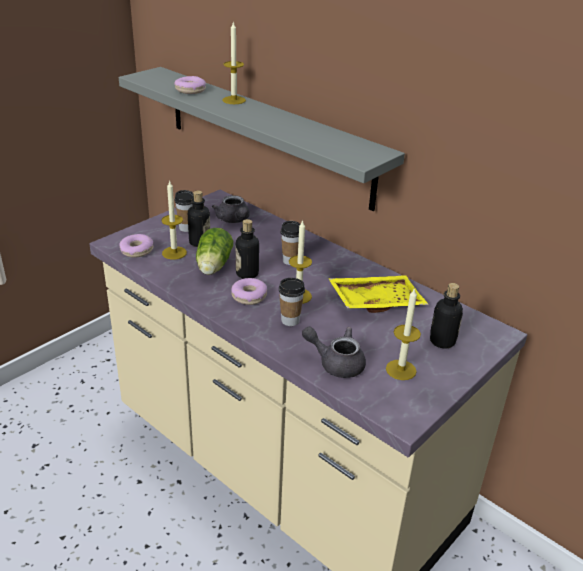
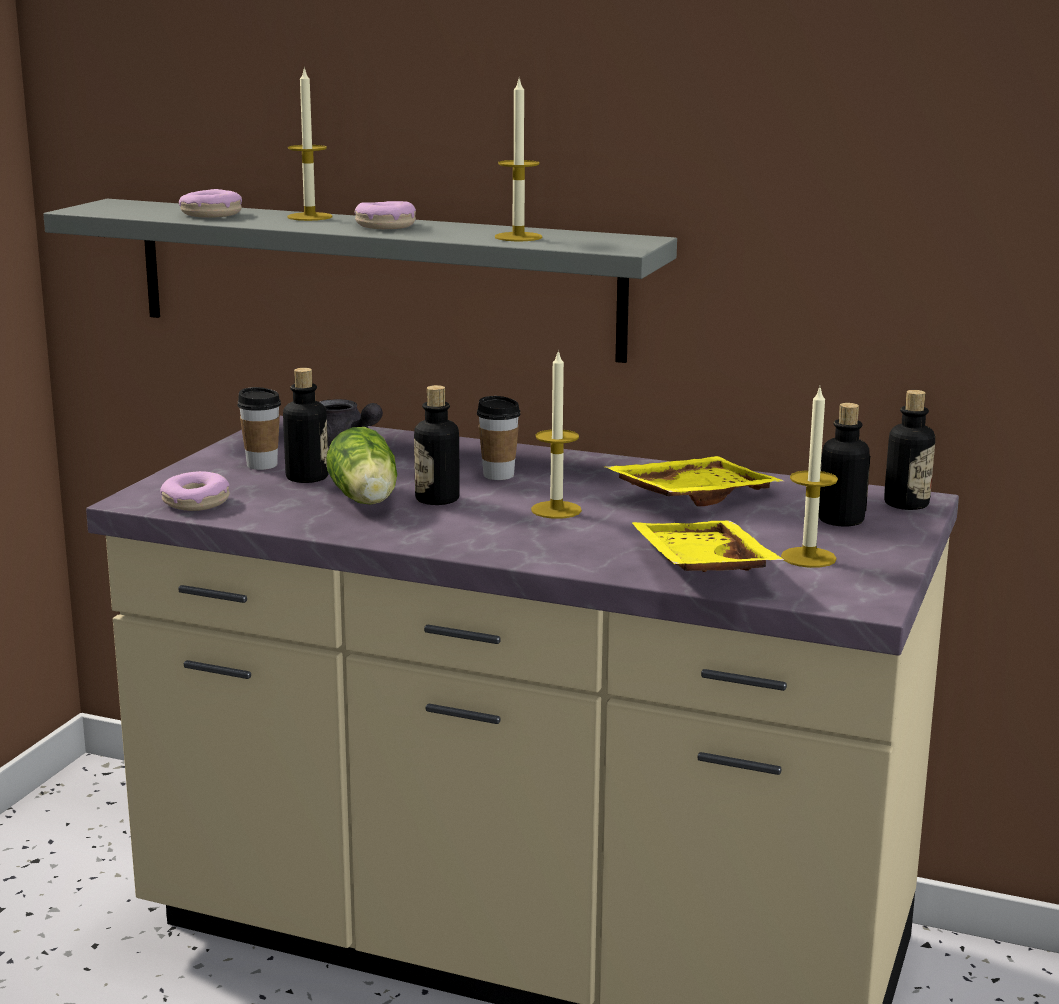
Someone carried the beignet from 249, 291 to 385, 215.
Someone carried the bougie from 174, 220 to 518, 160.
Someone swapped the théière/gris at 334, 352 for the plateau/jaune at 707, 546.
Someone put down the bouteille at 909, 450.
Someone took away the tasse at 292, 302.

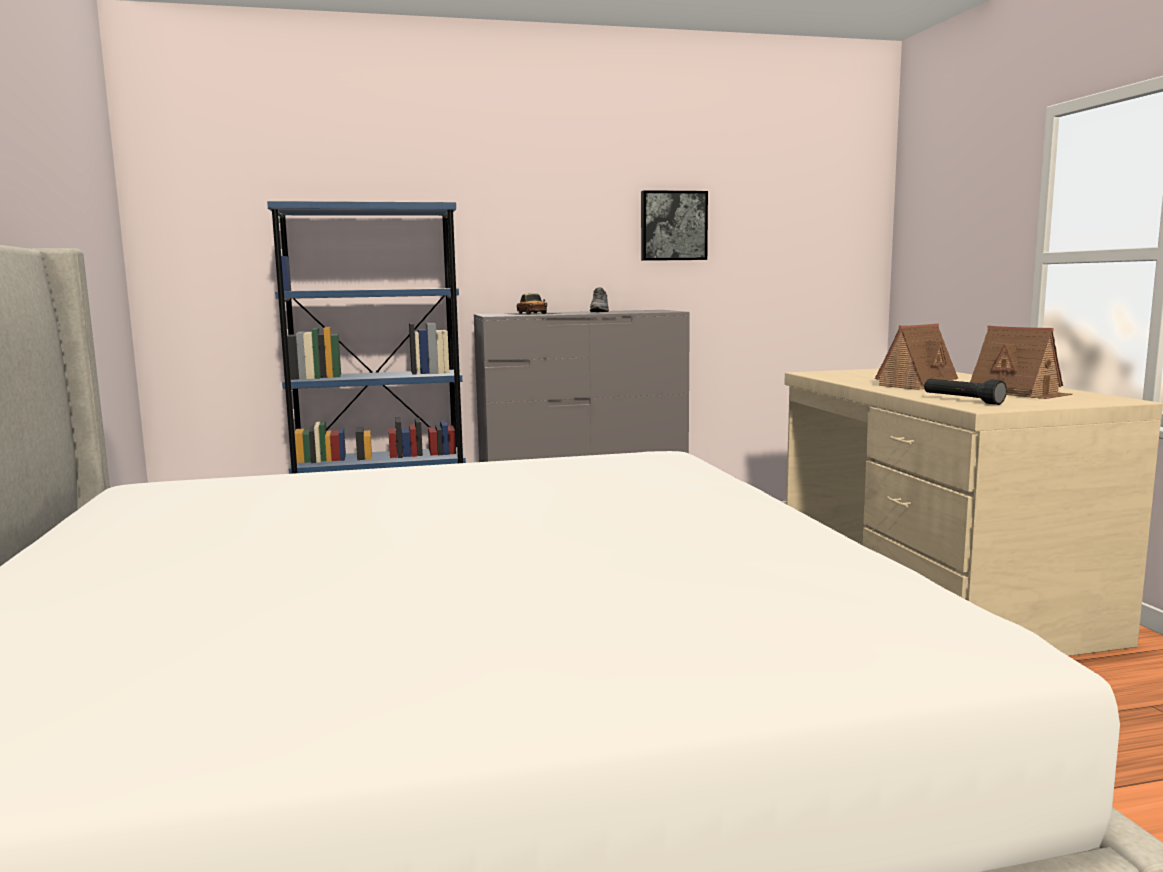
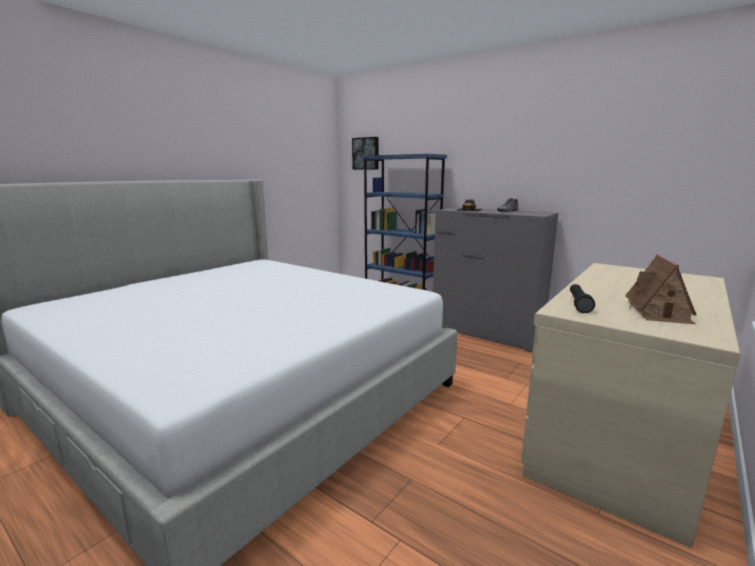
Someone carried the tableau from 674, 225 to 365, 153.
Someone took away the maison miniature at 916, 356.

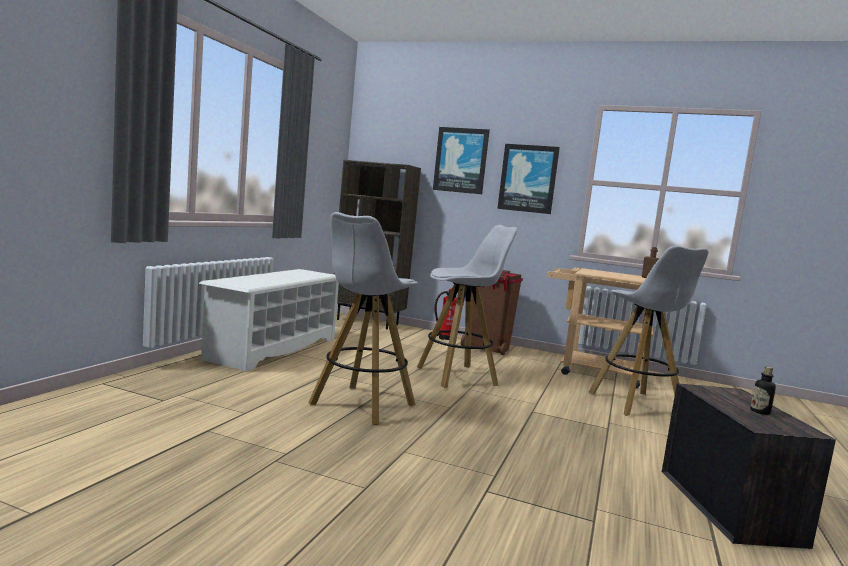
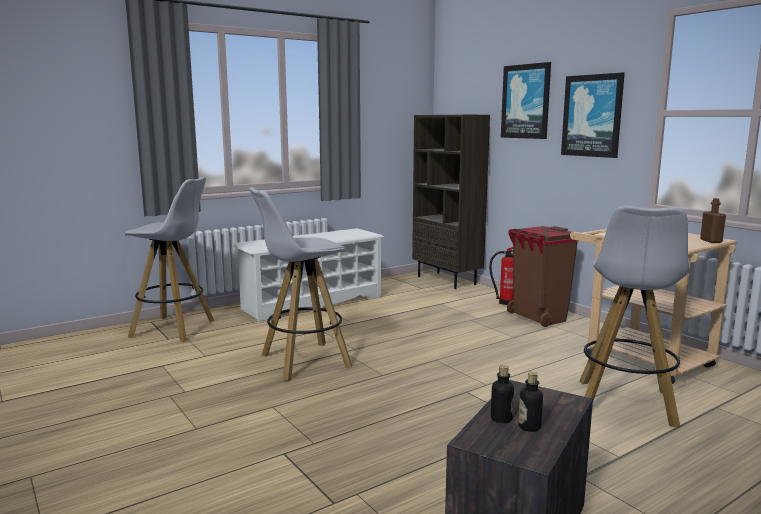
Someone carried the tabouret/blanc from 467, 306 to 169, 259.
Someone put down the bouteille at 502, 394.

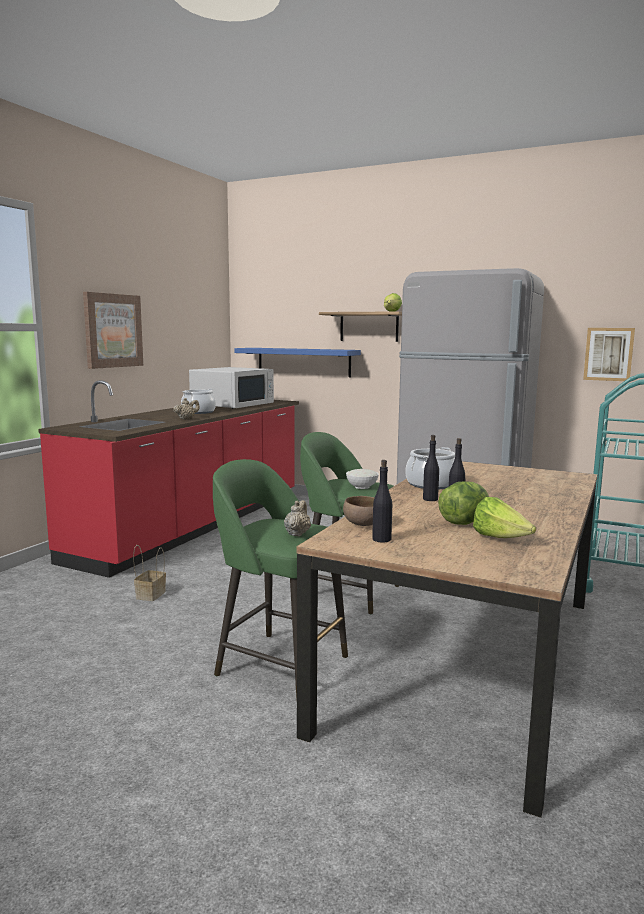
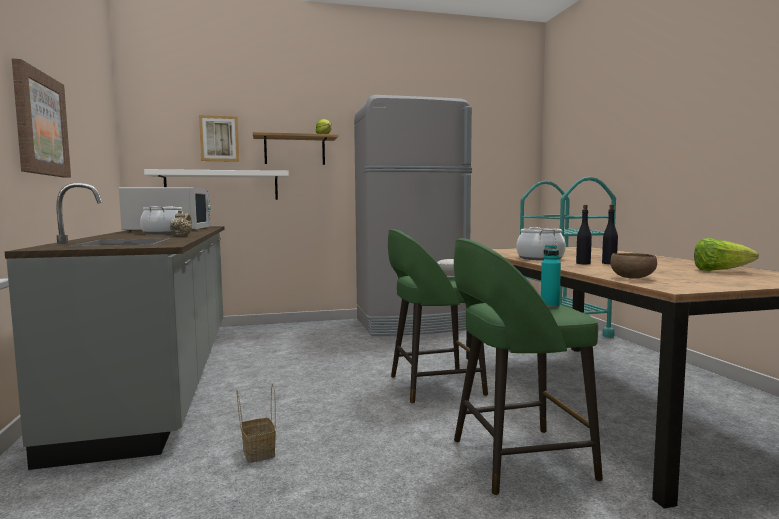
Someone repainted the comptoir de cuisine/rouge at 168, 479, which became the comptoir de cuisine/gris at 115, 326.
Someone repainted the étagère/bleu at 298, 362, which became the étagère/blanc at 216, 184.
Someone carried the tableau from 609, 354 to 219, 138.
Someone swapped the théière/beige at 297, 518 for the bouteille/turquoise at 551, 276.
Someone took away the bouteille/noir at 382, 501.
Someone took away the laitue at 463, 503.

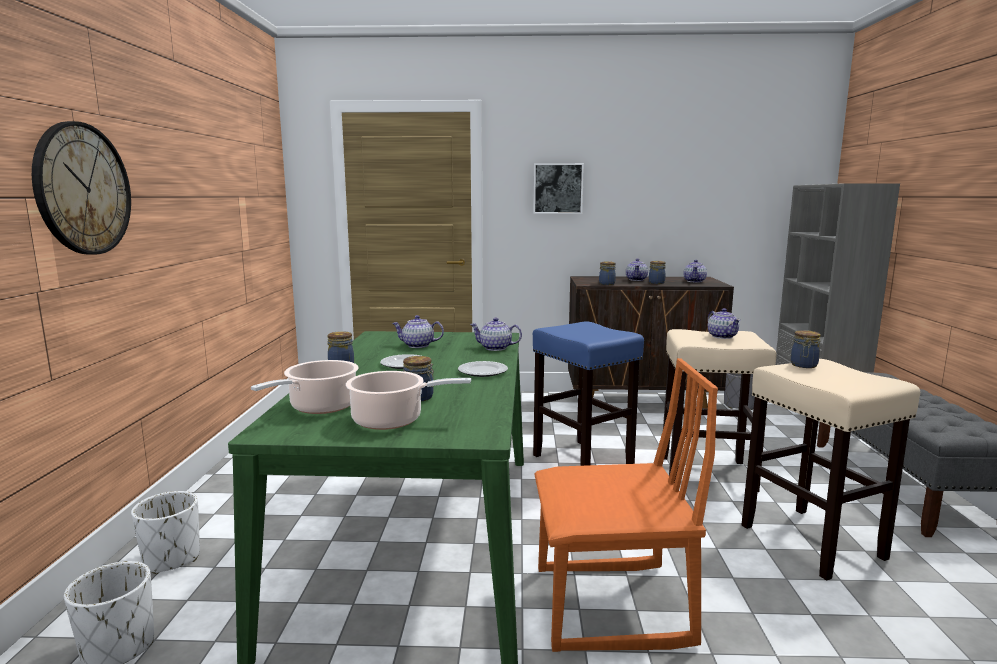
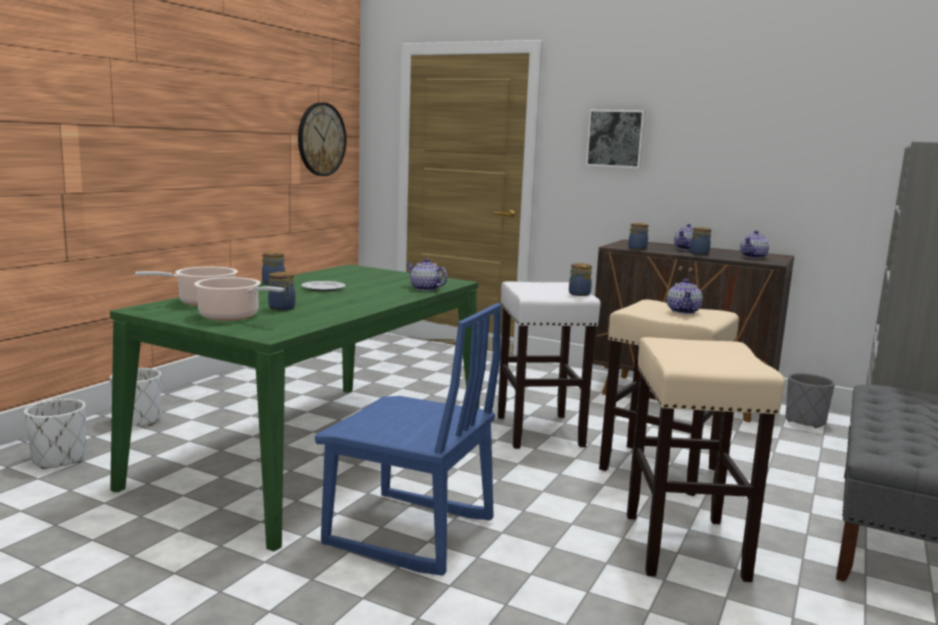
Someone carried the horloge murale from 81, 188 to 322, 139.
Someone repainted the chaise/orange at 626, 505, which became the chaise/bleu at 408, 439.
Someone repainted the tabouret/bleu at 588, 393, which became the tabouret/blanc at 549, 365.
Someone carried the bocal from 806, 349 to 580, 279.
Someone took away the théière at 418, 331.
Someone took away the assiette at 483, 369.

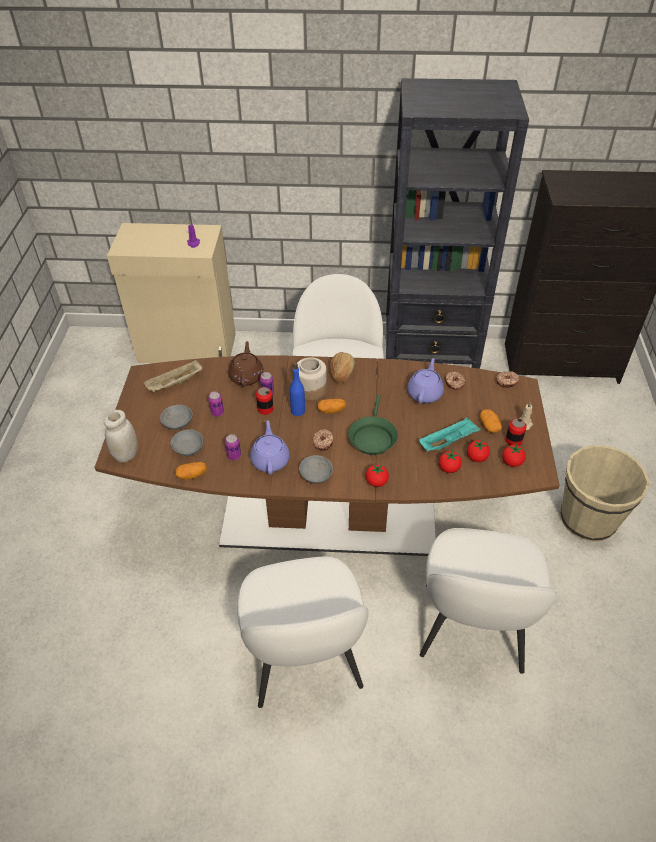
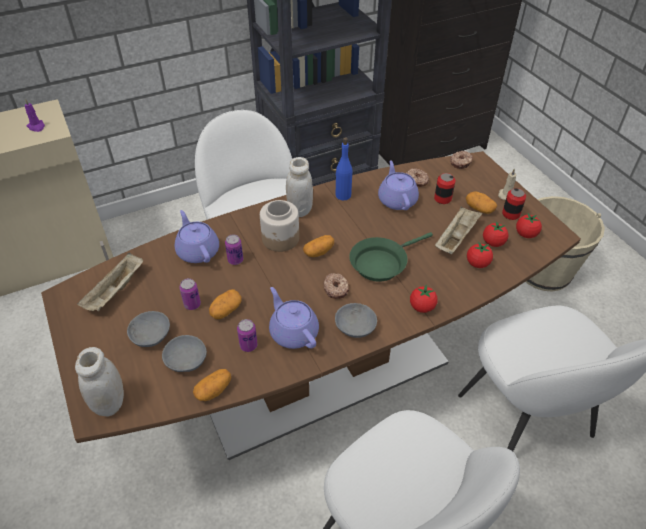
Someone repainted the théière/marron at 246, 364, which became the théière/violet at 197, 236.
Someone put down the pomme de terre at 225, 304.
Someone swapped the pain at 342, 367 for the bocal/blanc at 299, 187.
Someone carried the bouteille/bleu from 297, 389 to 343, 169.
Someone rotated the poêle/vert at 373, 425 by 75 degrees clockwise.
Someone carried the boîte métallique from 265, 401 to 445, 188.
Someone repainted the plateau/turquoise at 450, 434, which became the plateau/beige at 458, 230.

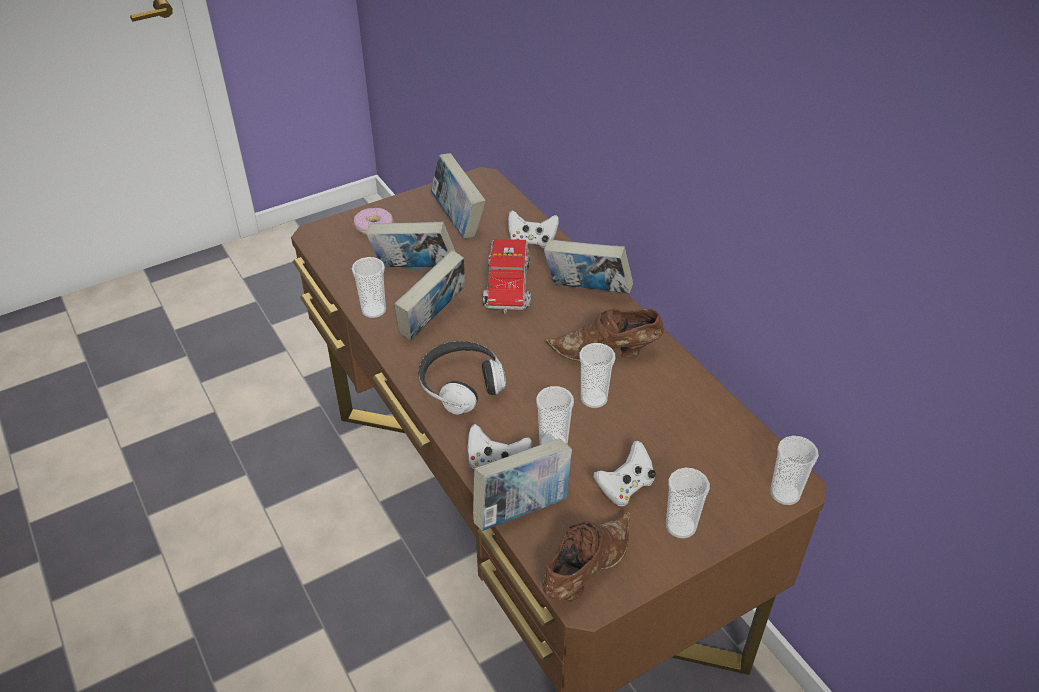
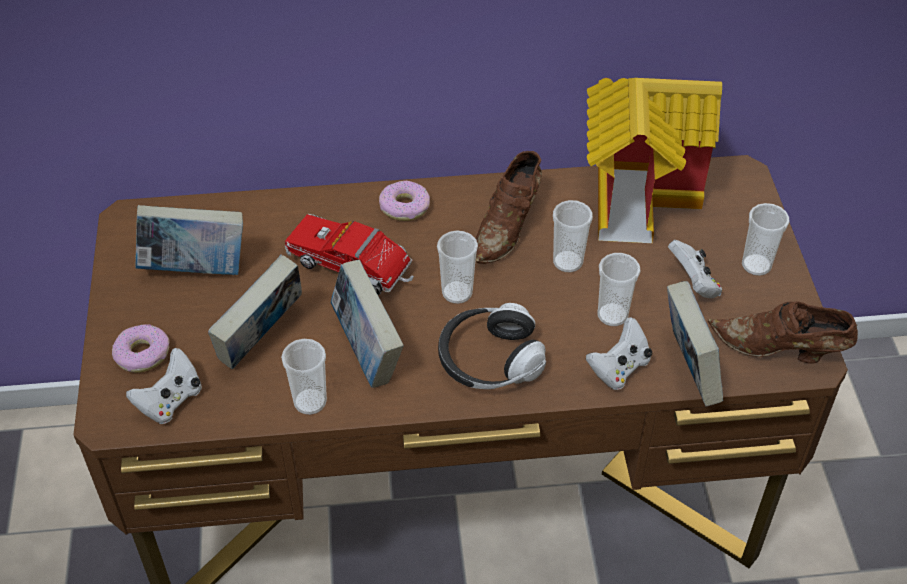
Someone carried the manette/blanc from 533, 229 to 164, 386.
Someone swapped the livre at 588, 266 for the beignet at 404, 201.
Someone carried the tasse from 794, 470 to 457, 267.
Someone put down the maison miniature at 654, 160.
Someone rotated the chaussure/marron at 587, 556 by 45 degrees counterclockwise.

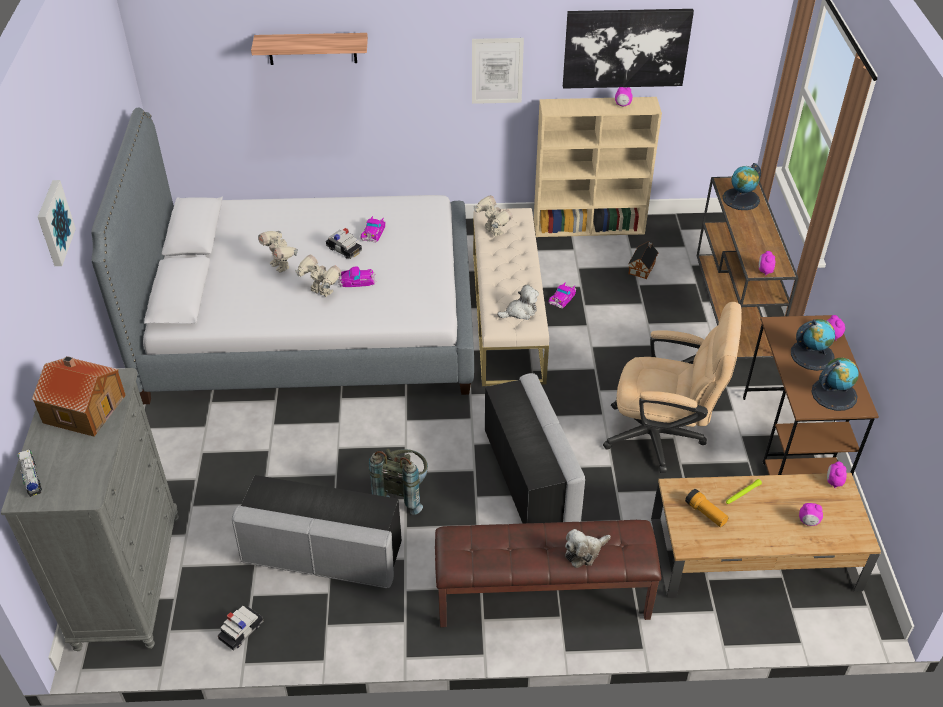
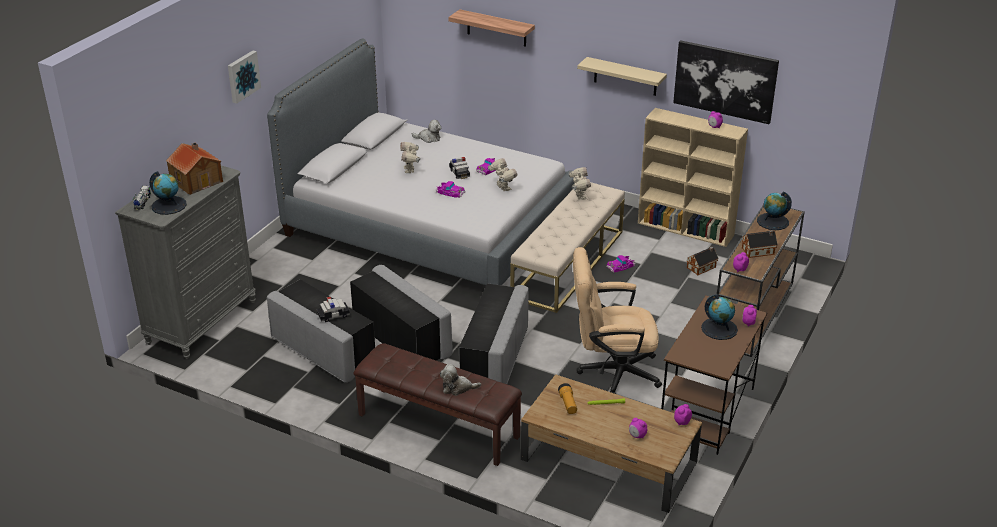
Someone carried the globe from 835, 384 to 168, 193.
Someone carried the petite voiture from 240, 628 to 333, 309.
Someone swapped the sac à dos/gris at 398, 481 for the pouf/gris at 401, 313.
Someone carried the peluche from 518, 302 to 427, 131.
Someone carried the robot jouet from 318, 276 to 502, 174.
Someone rotated the chaise de bureau/beige at 672, 387 by 135 degrees clockwise.
Someone swapped the tableau at 498, 71 for the étagère/beige at 622, 76.
Someone put down the maison miniature at 760, 244.

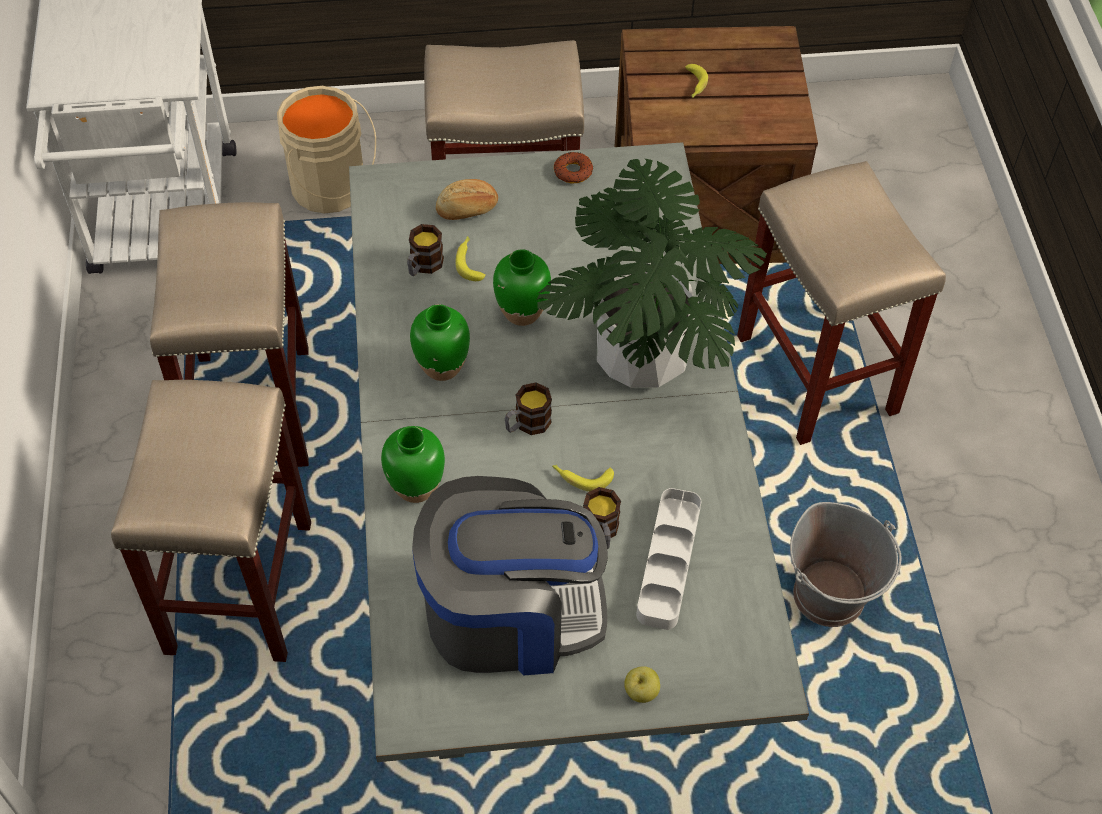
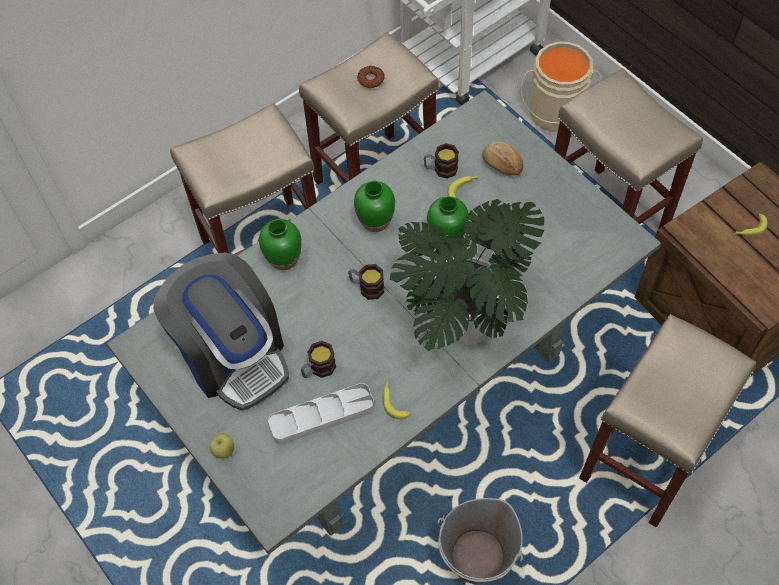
Someone carried the beignet from 573, 168 to 371, 77.
Someone carried the banane from 583, 478 to 396, 399.

